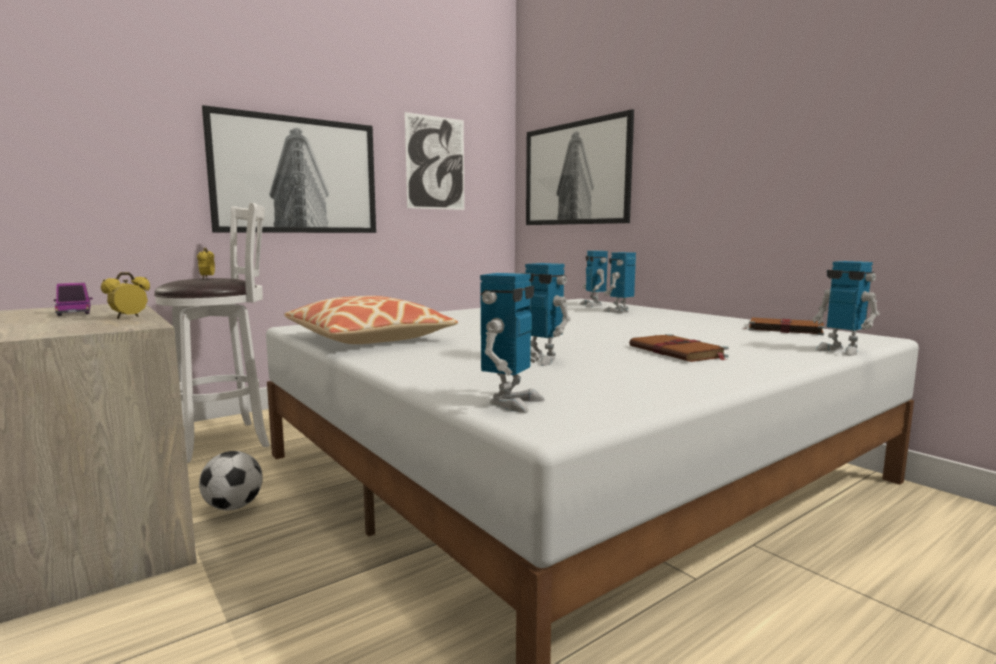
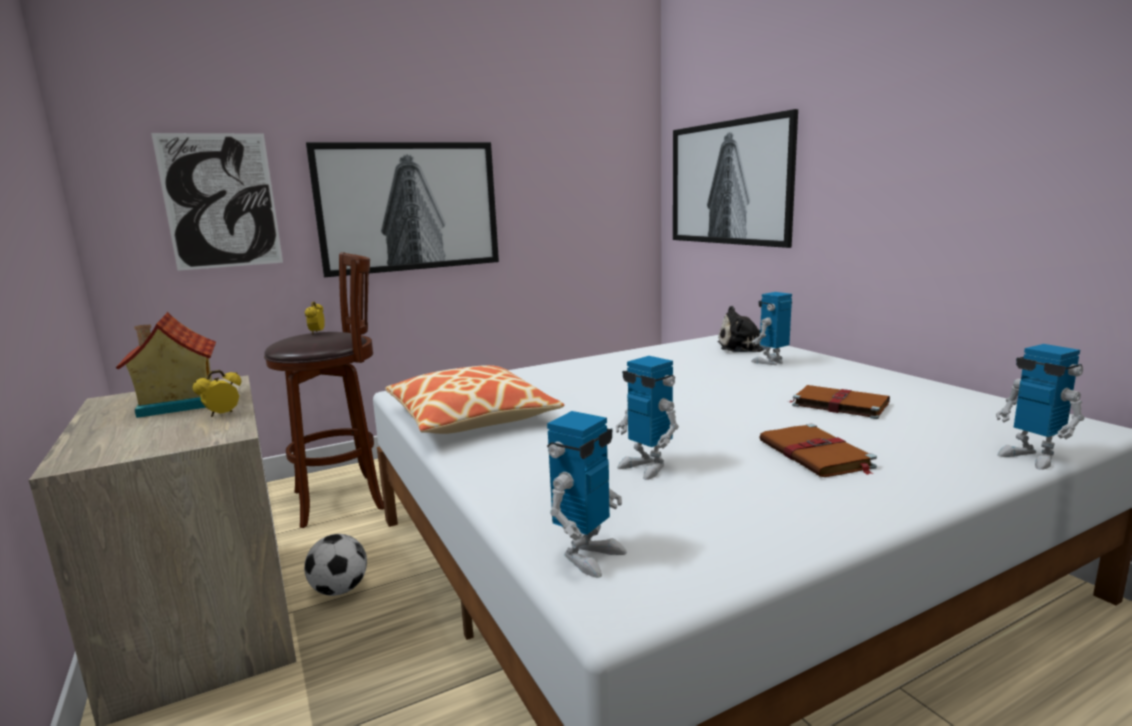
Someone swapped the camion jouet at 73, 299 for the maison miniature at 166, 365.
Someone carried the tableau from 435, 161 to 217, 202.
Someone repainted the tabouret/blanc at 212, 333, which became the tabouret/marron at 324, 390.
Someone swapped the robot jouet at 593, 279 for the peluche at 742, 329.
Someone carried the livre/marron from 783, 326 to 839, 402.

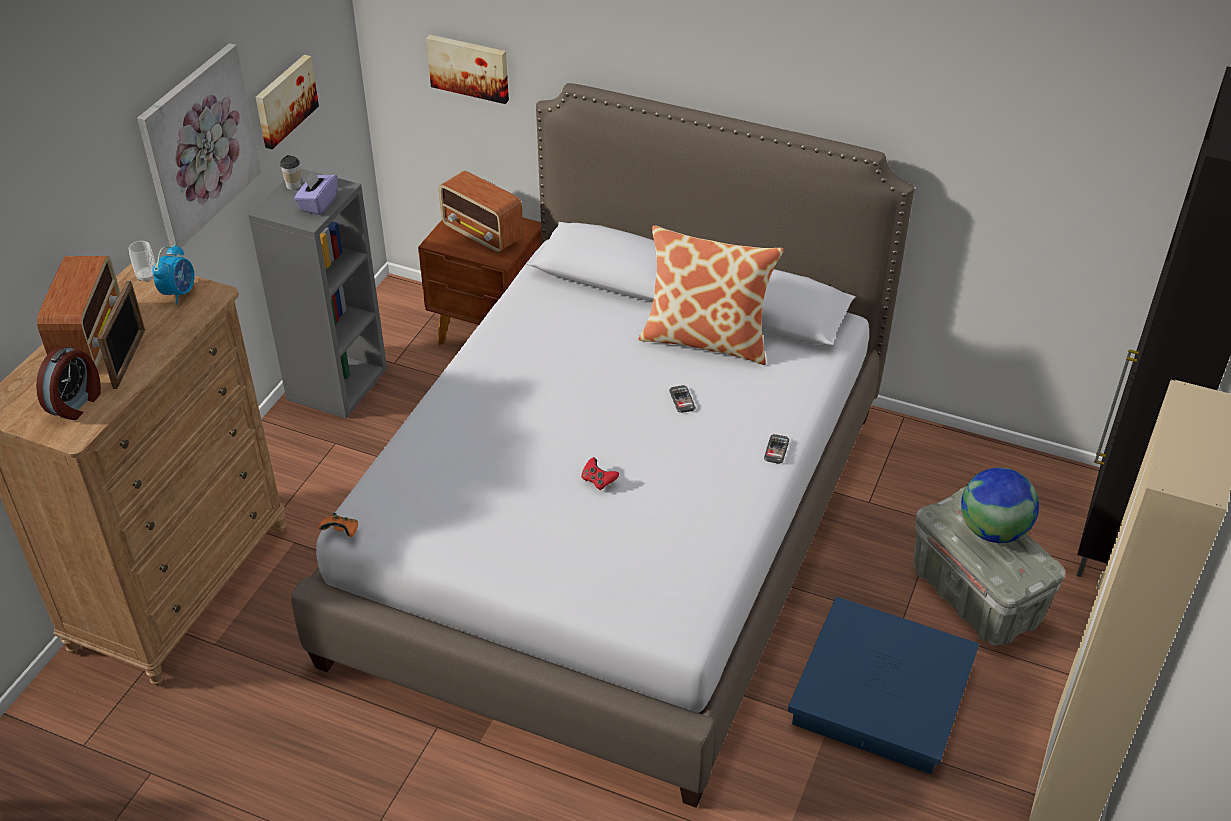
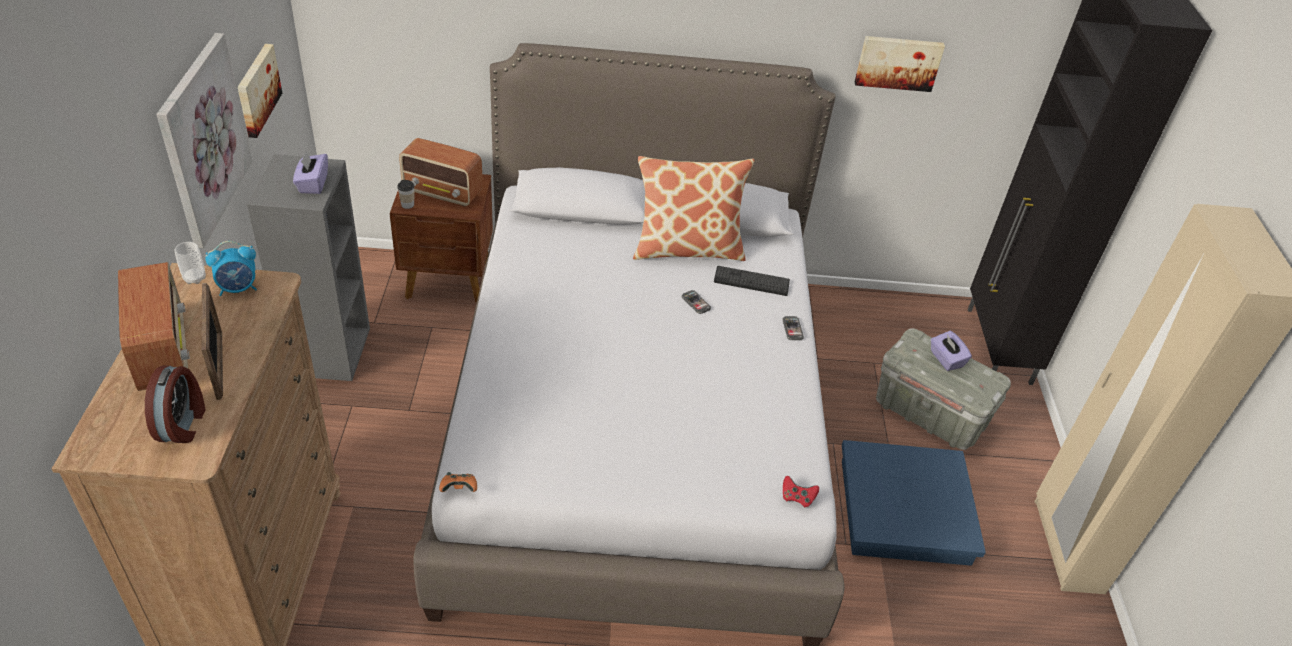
Someone rotated the réveil at 173, 274 by 75 degrees clockwise.
Someone carried the tasse from 290, 172 to 405, 194.
Someone put down the clavier at 752, 281.
Someone carried the manette/rouge from 600, 474 to 801, 491.
Someone carried the tableau from 467, 69 to 900, 64.
Someone swapped the globe at 1000, 505 for the boîte à mouchoirs/violet at 951, 351.

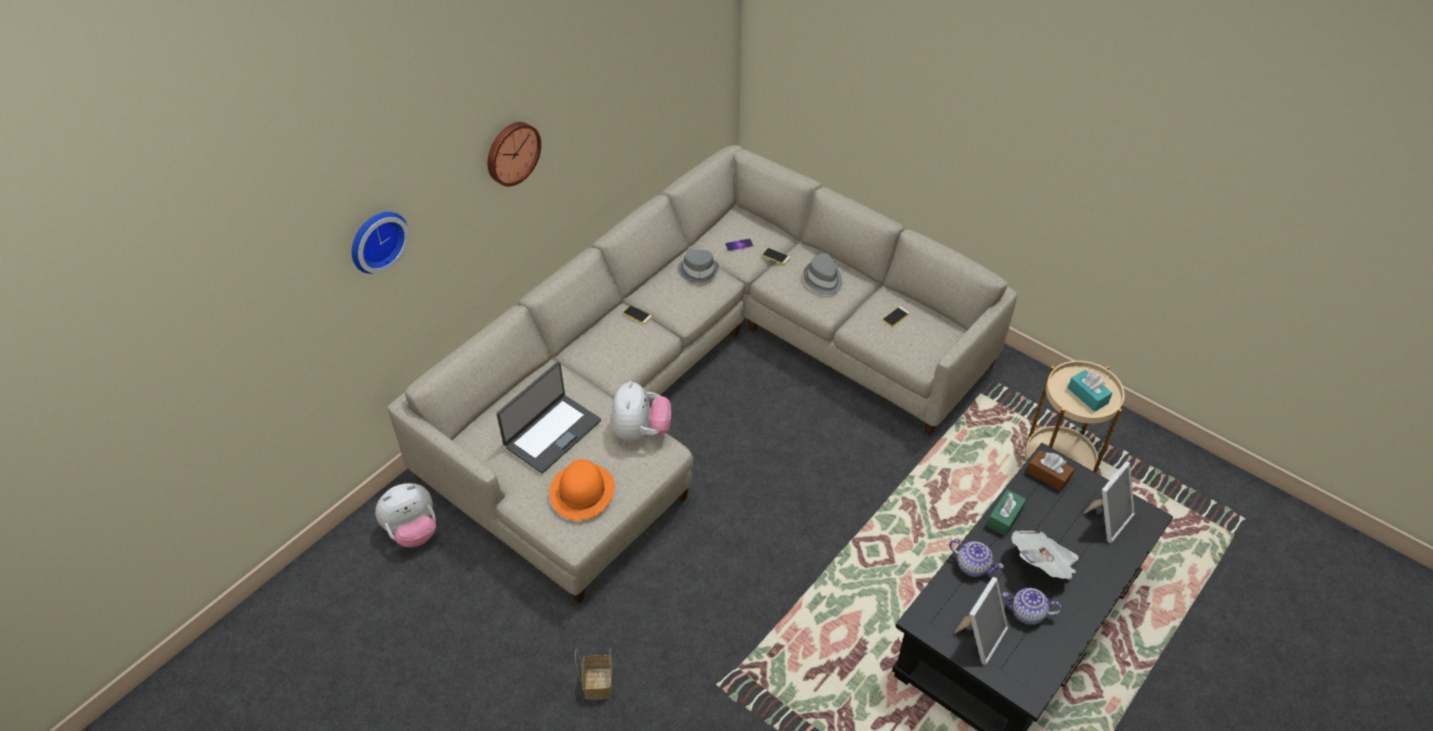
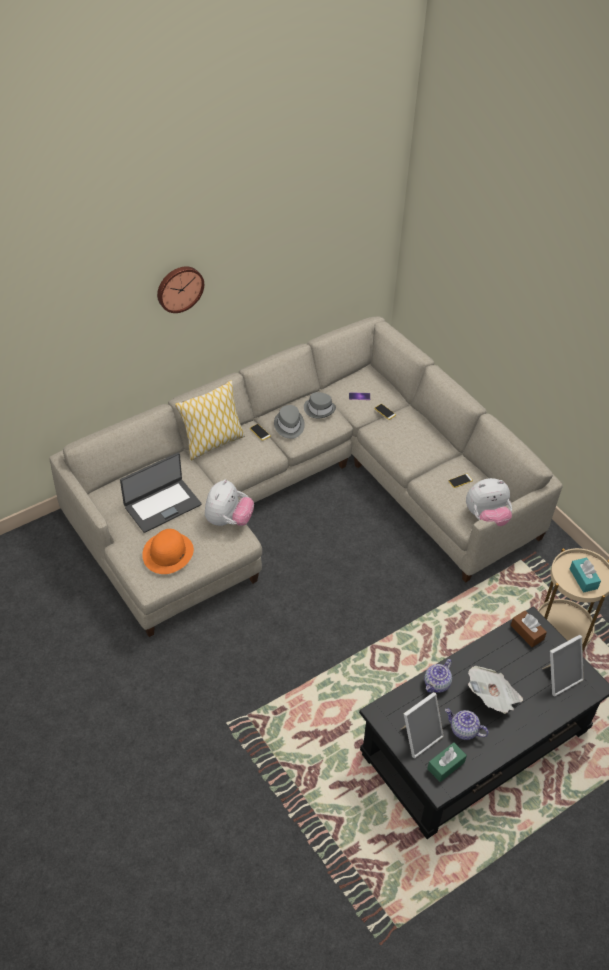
Someone put down the coussin at 210, 420.
Someone carried the chapeau/gris from 822, 274 to 289, 422.
Someone rotated the théière at 976, 558 by 75 degrees clockwise.
Someone carried the boîte à mouchoirs/vert from 1006, 513 to 447, 762.
Someone carried the peluche from 405, 515 to 489, 502.
Someone took away the horloge murale at 380, 243.
Someone took away the panier at 593, 674.

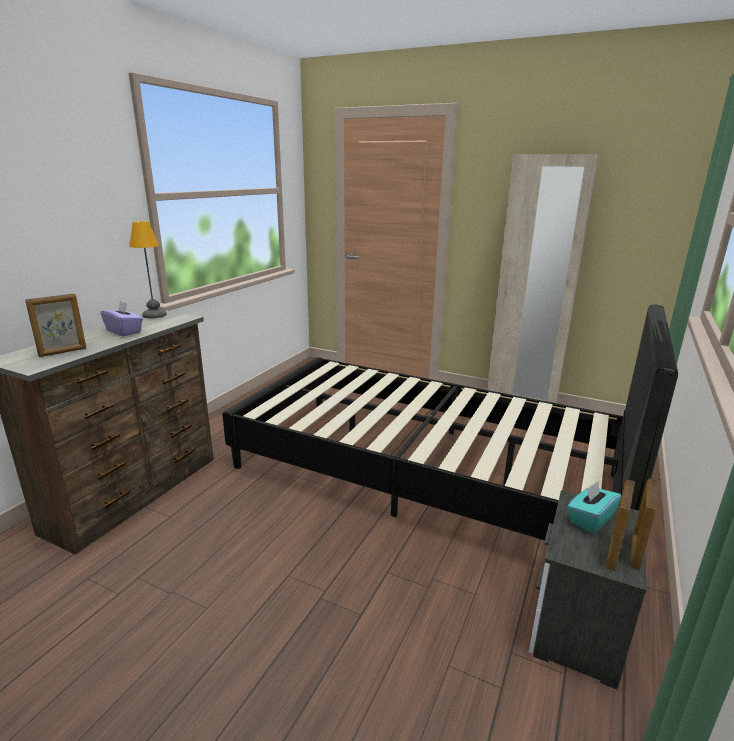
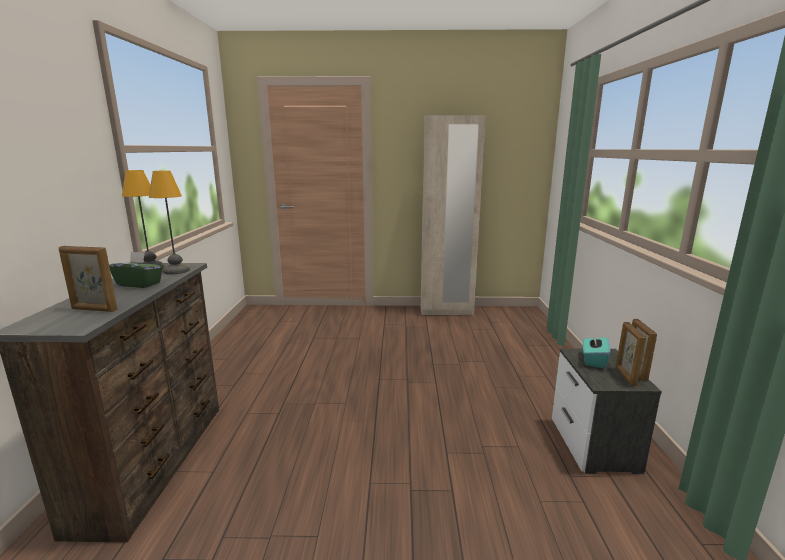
Someone rotated the cadre photo at 55, 325 by 75 degrees clockwise.
Someone repainted the boîte à mouchoirs/violet at 121, 319, which became the boîte à mouchoirs/vert at 136, 270.
Someone put down the lampe de table at 169, 223.
Someone took away the lit/noir at 450, 422.

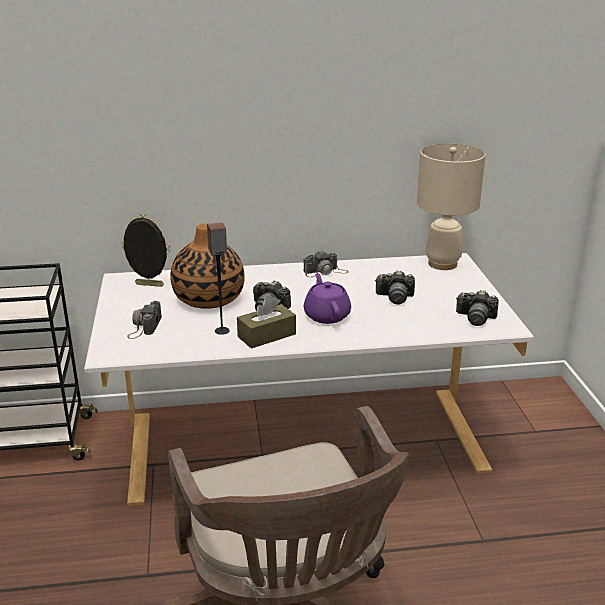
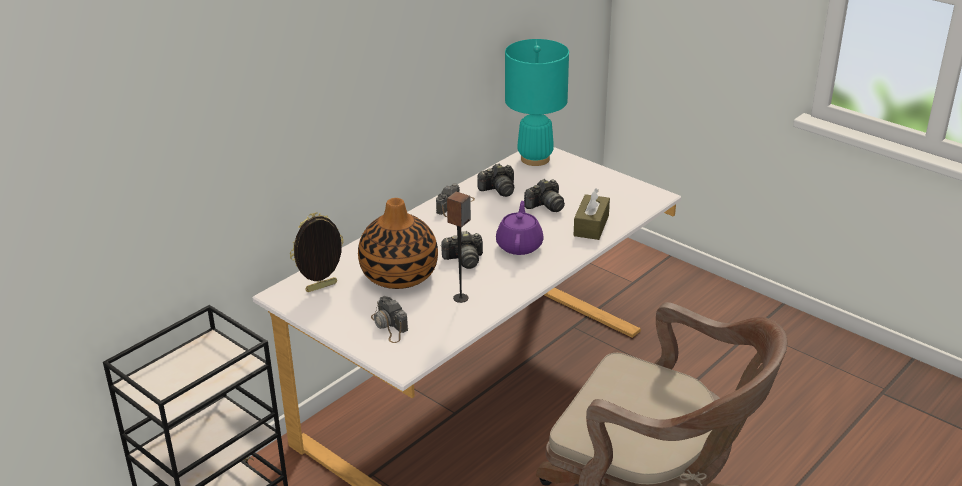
Someone carried the appareil photo from 477, 308 to 495, 180.
Someone rotated the théière/violet at 327, 298 by 60 degrees clockwise.
Someone repainted the lampe de table/beige at 451, 207, which became the lampe de table/turquoise at 537, 102.
Someone carried the boîte à mouchoirs/marron from 266, 322 to 591, 214.

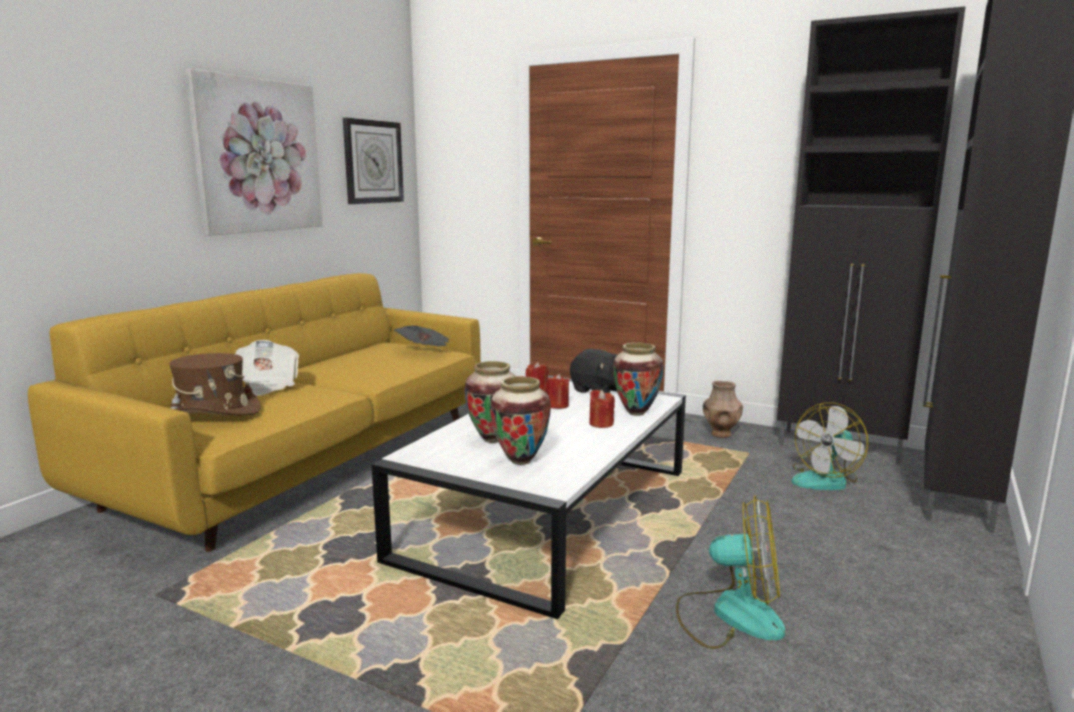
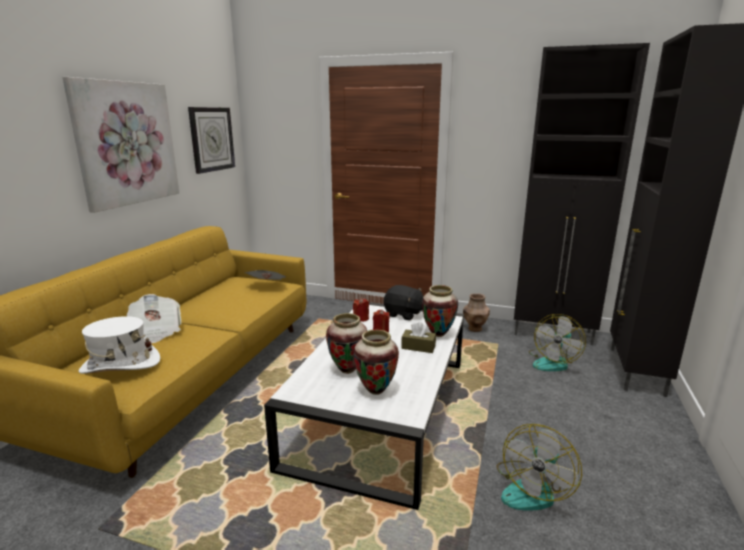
Someone repainted the chapeau/marron at 215, 384, which became the chapeau/blanc at 119, 345.
Someone swapped the bougie/rouge at 602, 409 for the boîte à mouchoirs/marron at 418, 337.
Someone rotated the ventilateur at 730, 572 by 120 degrees clockwise.

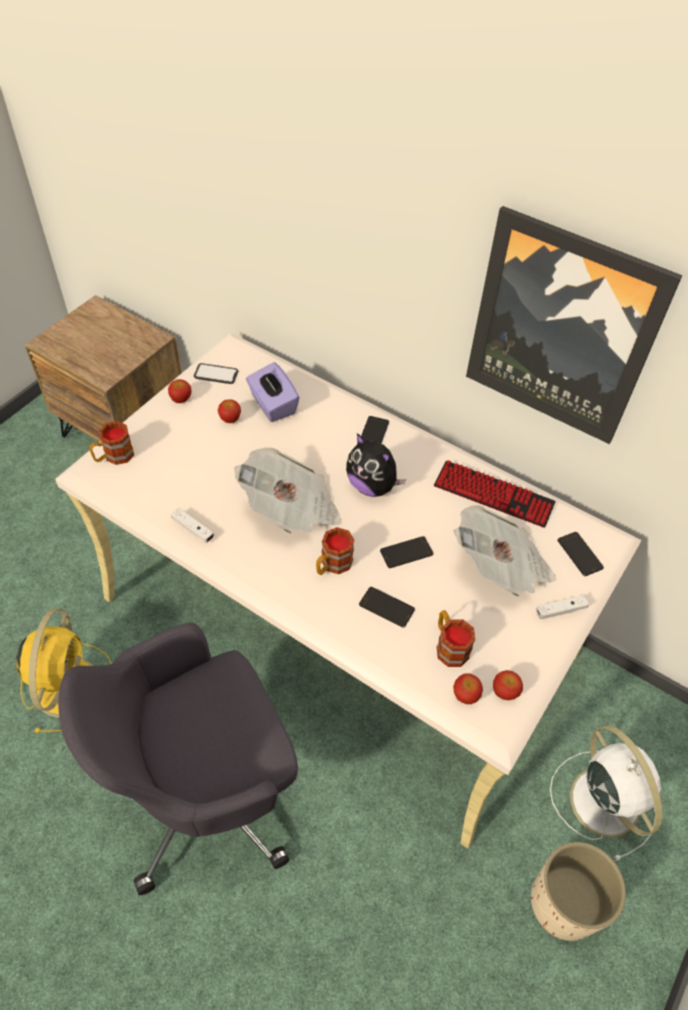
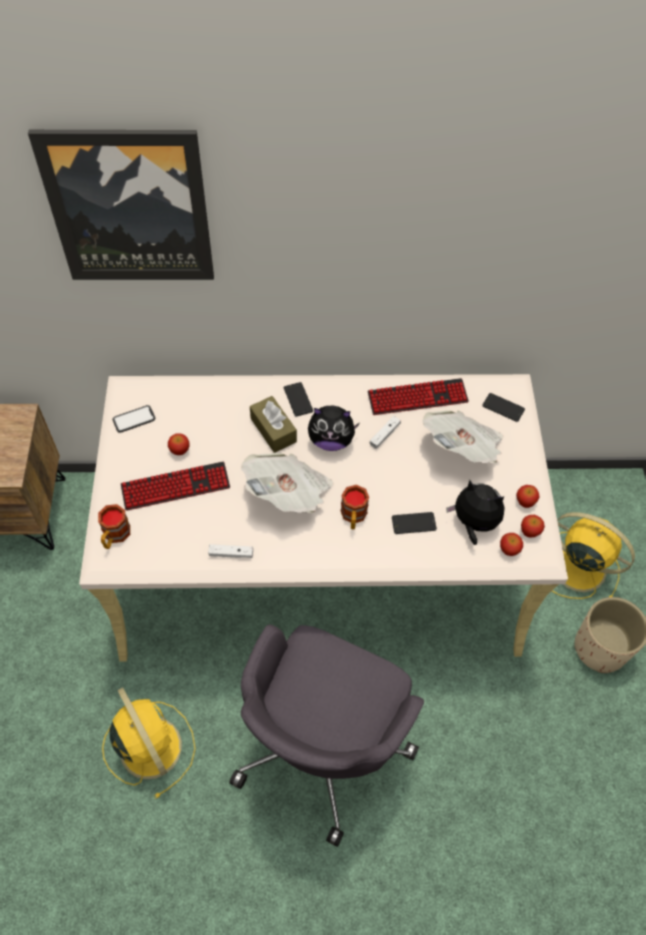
Someone carried the tableau from 574, 325 to 121, 205.
Someone put down the clavier at 175, 486.
Someone put down the boîte à mouchoirs/marron at 273, 424.
Someone carried the manette/blanc from 562, 607 to 385, 432.
Someone swapped the mug at 456, 638 for the peluche at 476, 512.
Someone carried the pomme from 180, 391 to 528, 496.
Someone repainted the ventilateur/blanc at 606, 793, which became the ventilateur/jaune at 593, 555.
Someone took away the boîte à mouchoirs/violet at 272, 392.
Someone took away the téléphone at 406, 552.

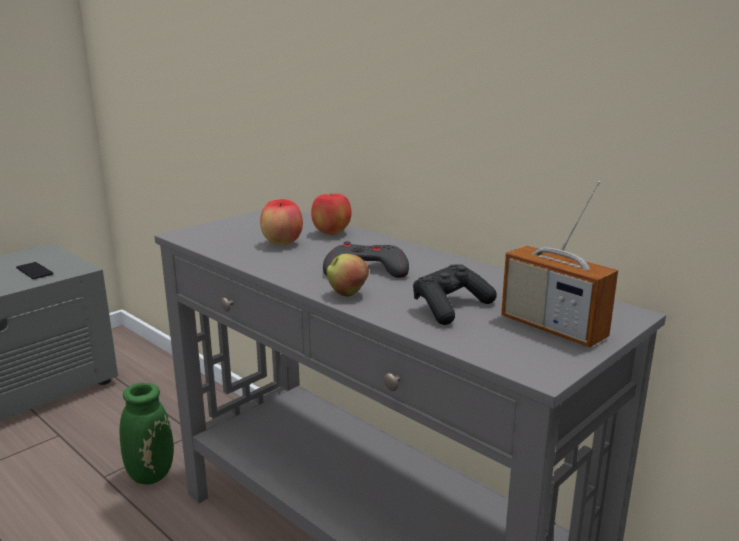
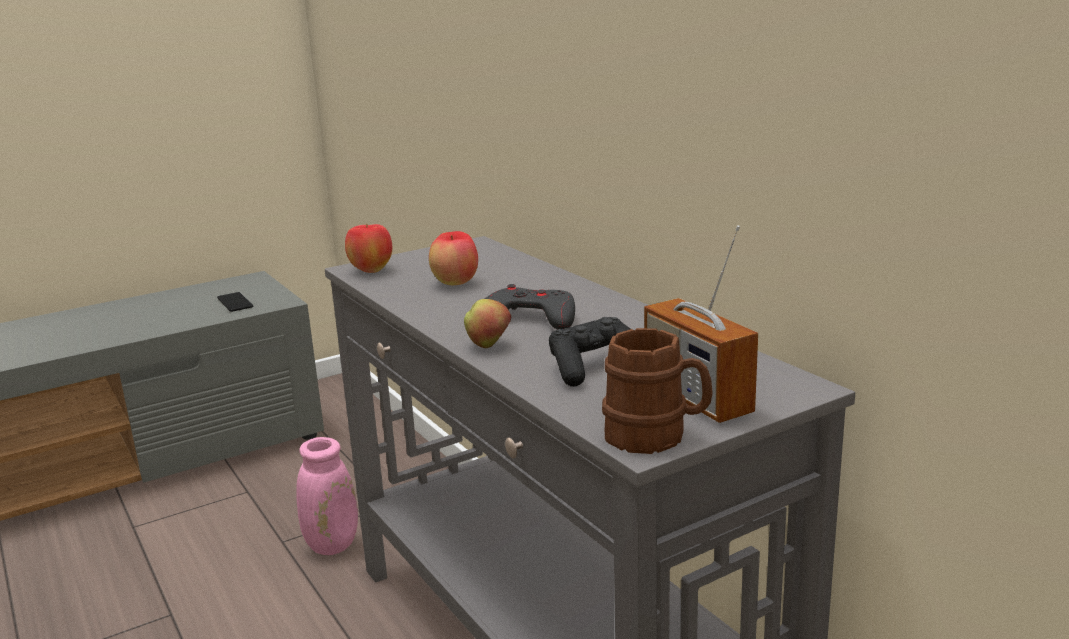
Someone repainted the vase/vert at 147, 433, which became the vase/rose at 327, 496.
Someone carried the pomme from 331, 214 to 368, 248.
Someone put down the mug/marron at 657, 391.

